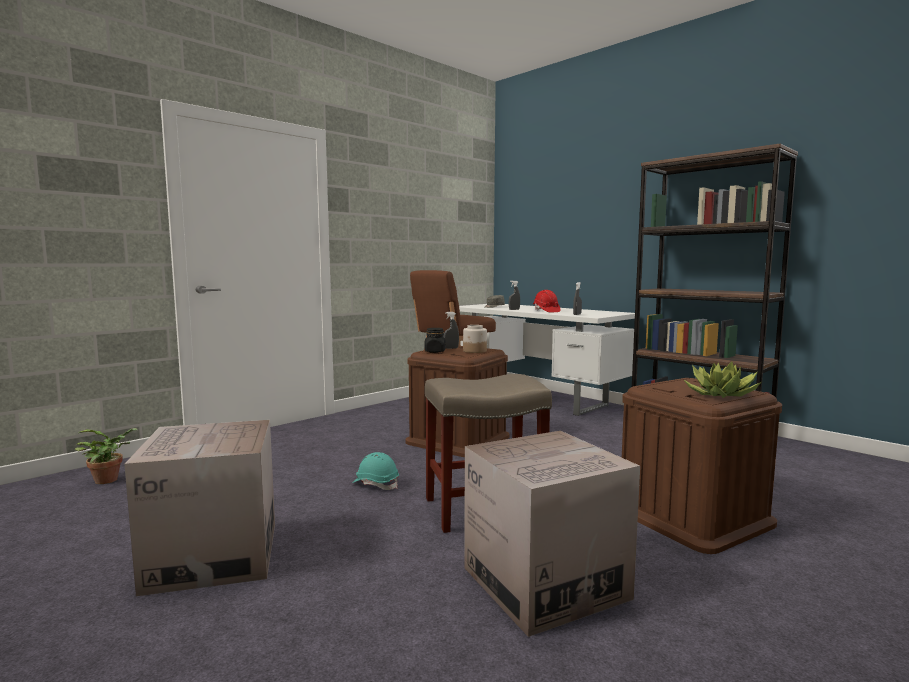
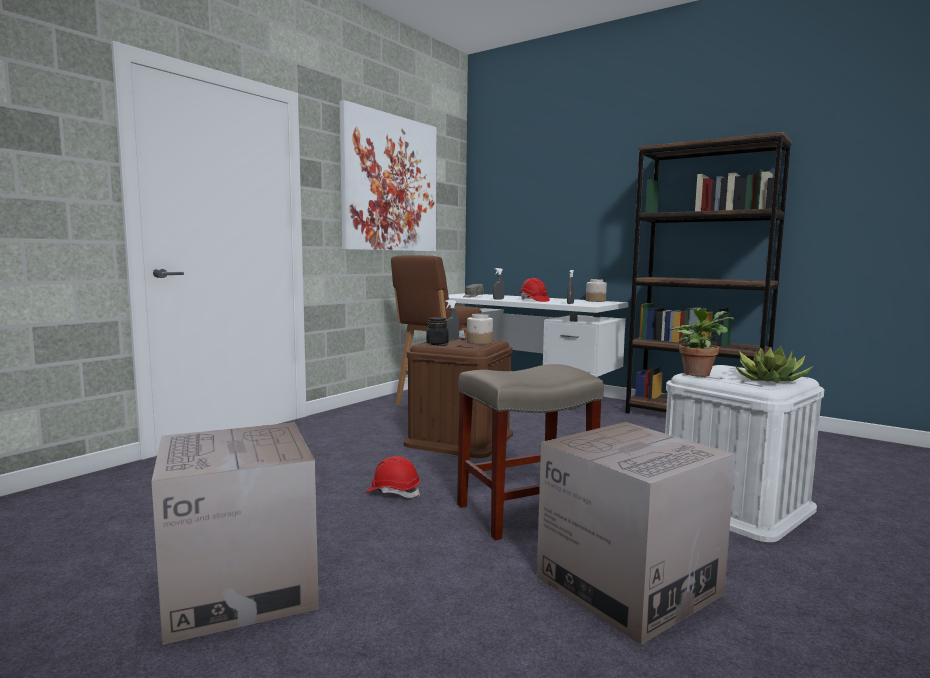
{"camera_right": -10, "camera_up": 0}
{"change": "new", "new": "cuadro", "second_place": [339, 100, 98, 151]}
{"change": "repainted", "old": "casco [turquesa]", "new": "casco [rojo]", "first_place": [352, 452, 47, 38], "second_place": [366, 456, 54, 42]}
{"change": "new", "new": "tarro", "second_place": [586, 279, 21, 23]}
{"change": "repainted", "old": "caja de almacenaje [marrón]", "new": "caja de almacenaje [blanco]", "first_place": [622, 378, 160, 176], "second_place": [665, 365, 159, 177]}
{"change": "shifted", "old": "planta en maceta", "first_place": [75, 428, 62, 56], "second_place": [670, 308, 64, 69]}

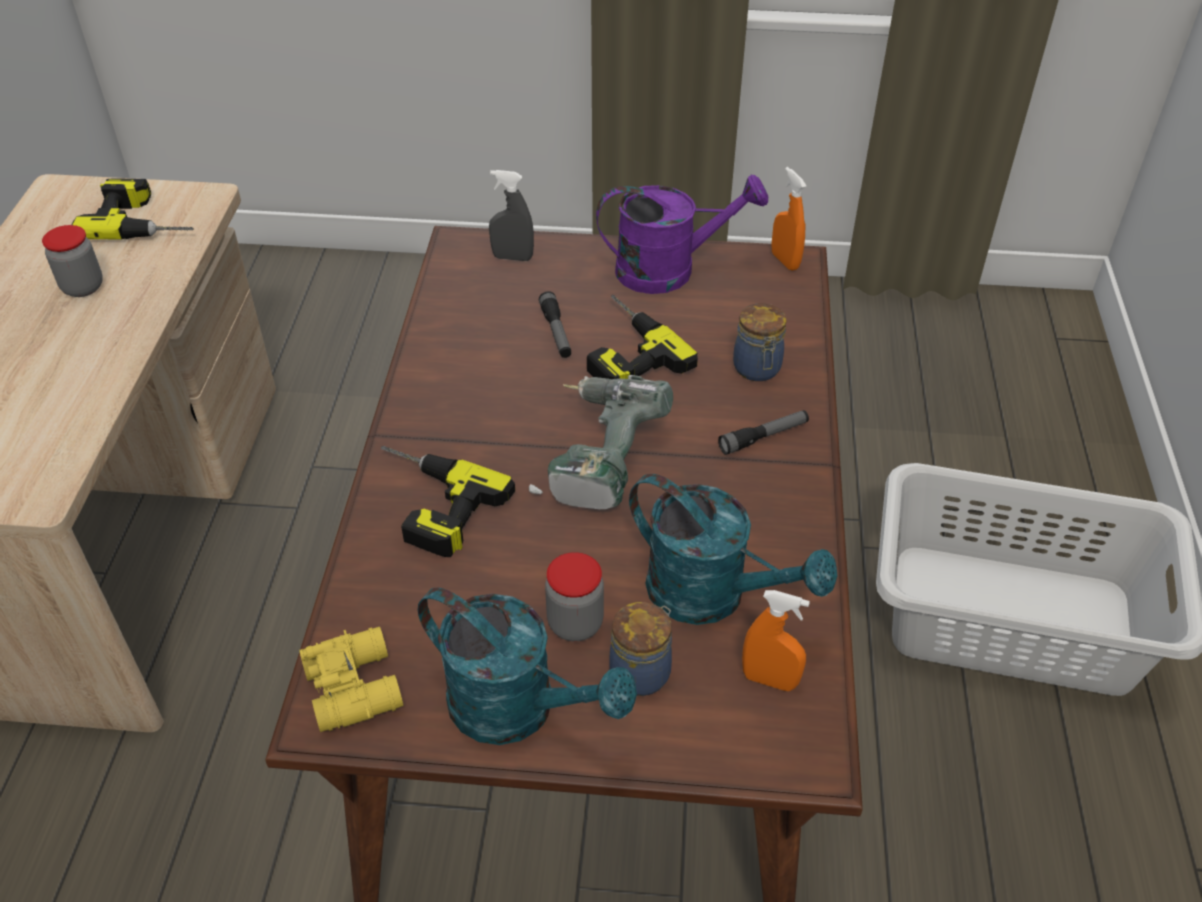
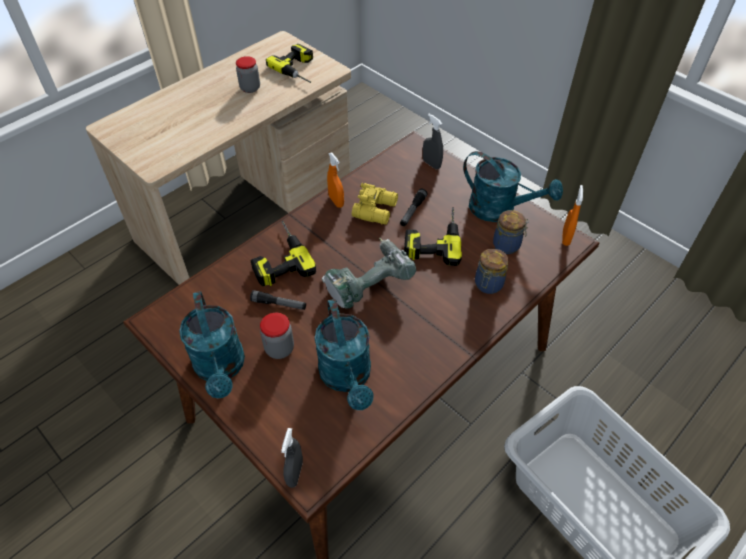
{"camera_right": 40, "camera_up": 5}
{"change": "shifted", "old": "linterna", "first_place": [718, 410, 91, 45], "second_place": [250, 290, 56, 20]}
{"change": "new", "new": "pulverizador [gris]", "second_place": [281, 428, 22, 60]}
{"change": "shifted", "old": "pulverizador [naranja]", "first_place": [742, 590, 68, 101], "second_place": [327, 152, 17, 56]}
{"change": "shifted", "old": "prismáticos [amarillo]", "first_place": [299, 627, 104, 105], "second_place": [352, 183, 46, 42]}
{"change": "repainted", "old": "regadera [morado]", "new": "regadera [turquesa]", "first_place": [596, 175, 172, 119], "second_place": [463, 151, 100, 71]}
{"change": "shifted", "old": "tarro", "first_place": [609, 602, 63, 94], "second_place": [493, 210, 36, 44]}

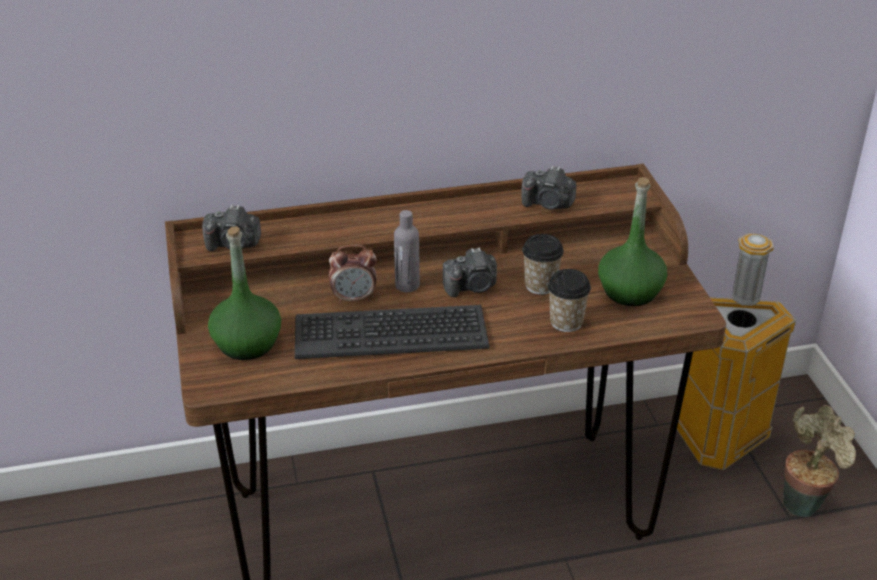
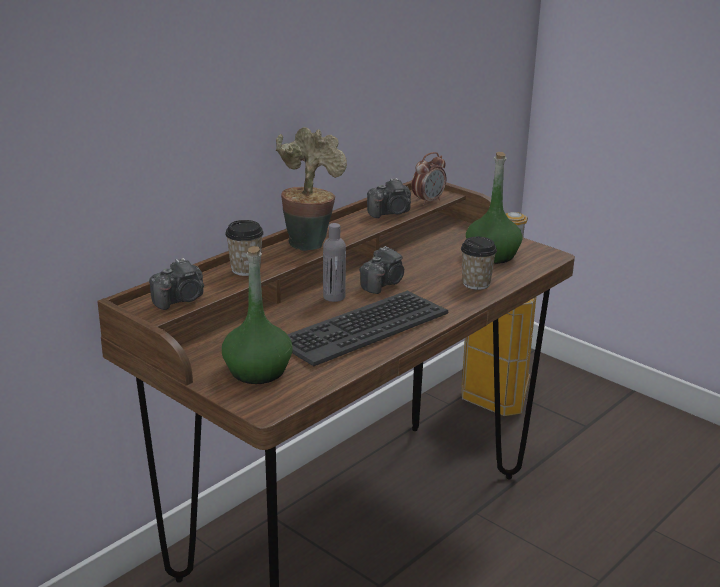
{"camera_right": -35, "camera_up": -10}
{"change": "shifted", "old": "taza", "first_place": [522, 234, 42, 61], "second_place": [225, 220, 39, 56]}
{"change": "shifted", "old": "planta en maceta", "first_place": [783, 405, 73, 112], "second_place": [276, 127, 71, 124]}
{"change": "shifted", "old": "despertador", "first_place": [329, 245, 48, 59], "second_place": [412, 152, 35, 53]}

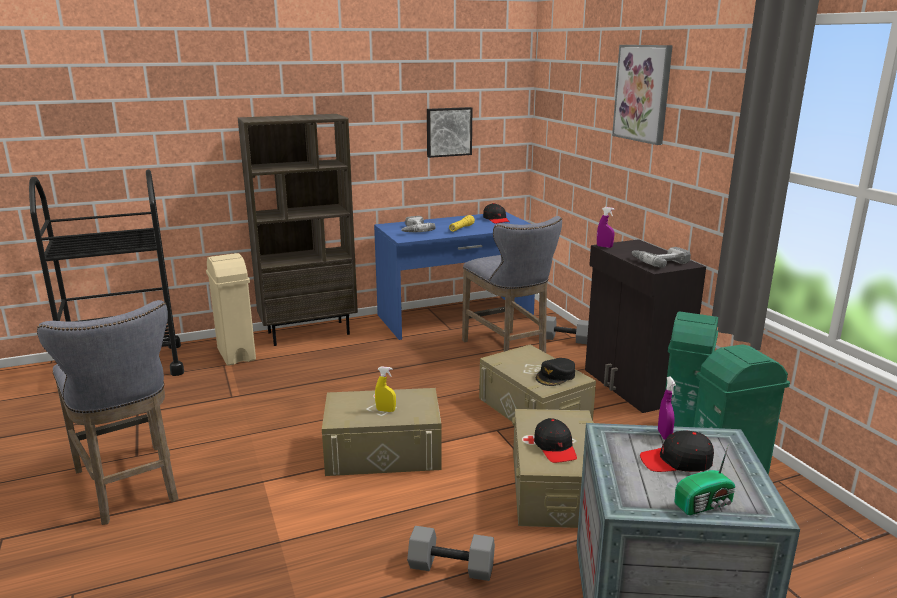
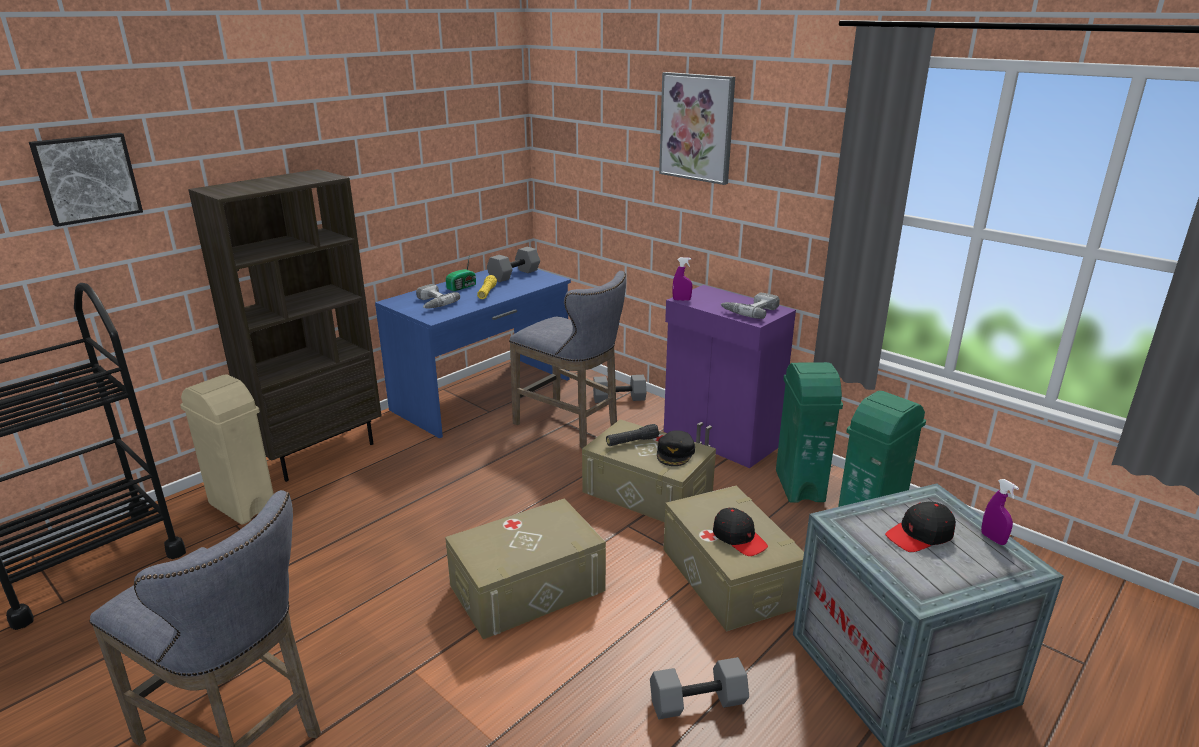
{"camera_right": -25, "camera_up": 5}
{"change": "shifted", "old": "cuadro", "first_place": [427, 107, 45, 51], "second_place": [29, 133, 114, 94]}
{"change": "shifted", "old": "radio", "first_place": [674, 443, 62, 72], "second_place": [446, 254, 30, 37]}
{"change": "swapped", "old": "gorra [negro]", "new": "mancuerna [gris]", "first_place": [483, 203, 27, 21], "second_place": [487, 247, 53, 35]}
{"change": "new", "new": "linterna [negro]", "second_place": [606, 424, 53, 22]}
{"change": "repainted", "old": "armario [negro]", "new": "armario [morado]", "first_place": [585, 239, 121, 174], "second_place": [664, 285, 132, 183]}
{"change": "shifted", "old": "pulverizador [morado]", "first_place": [658, 376, 18, 64], "second_place": [981, 479, 38, 66]}
{"change": "gone", "old": "pulverizador [amarillo]", "first_place": [375, 366, 21, 46]}

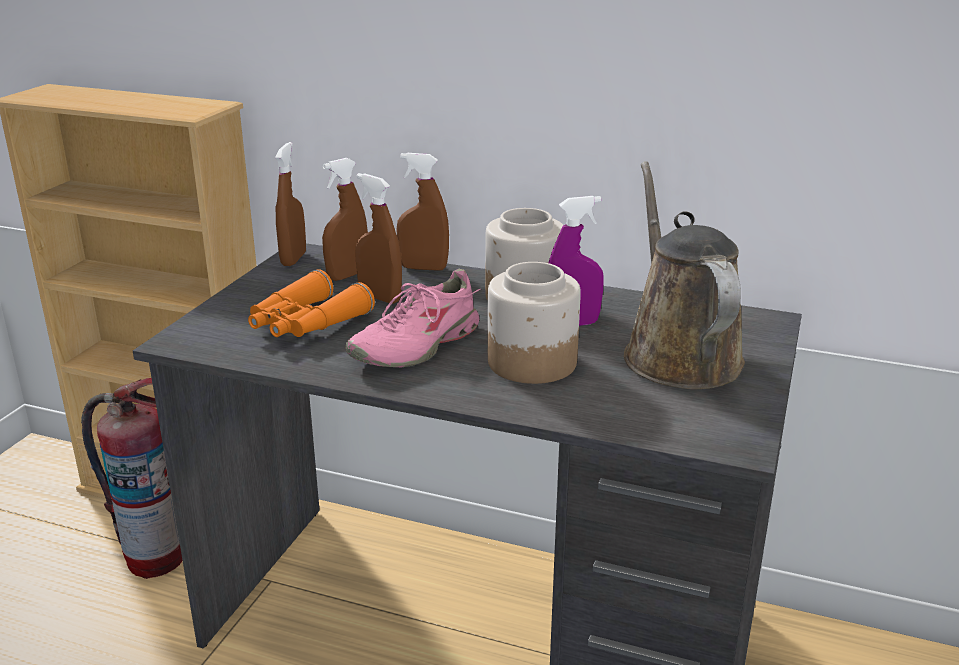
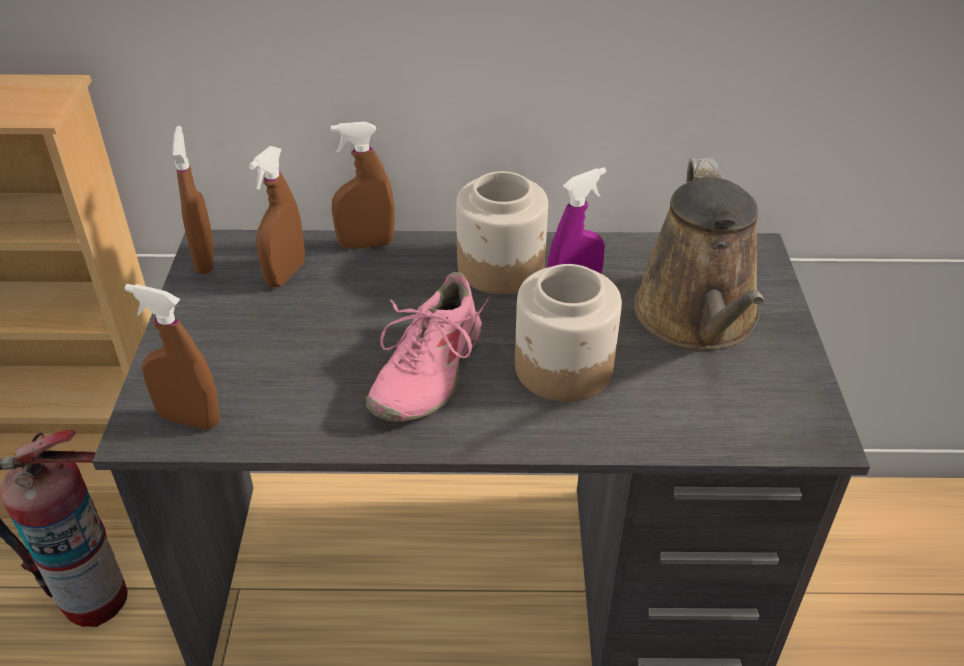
{"camera_right": -20, "camera_up": 15}
{"change": "shifted", "old": "pulverizador [marrón]", "first_place": [355, 173, 47, 131], "second_place": [125, 284, 95, 146]}
{"change": "rotated", "old": "regadera [marrón]", "first_place": [624, 161, 121, 228], "second_place": [634, 158, 130, 192], "degrees": -150}
{"change": "gone", "old": "prismáticos [naranja]", "first_place": [248, 269, 127, 68]}

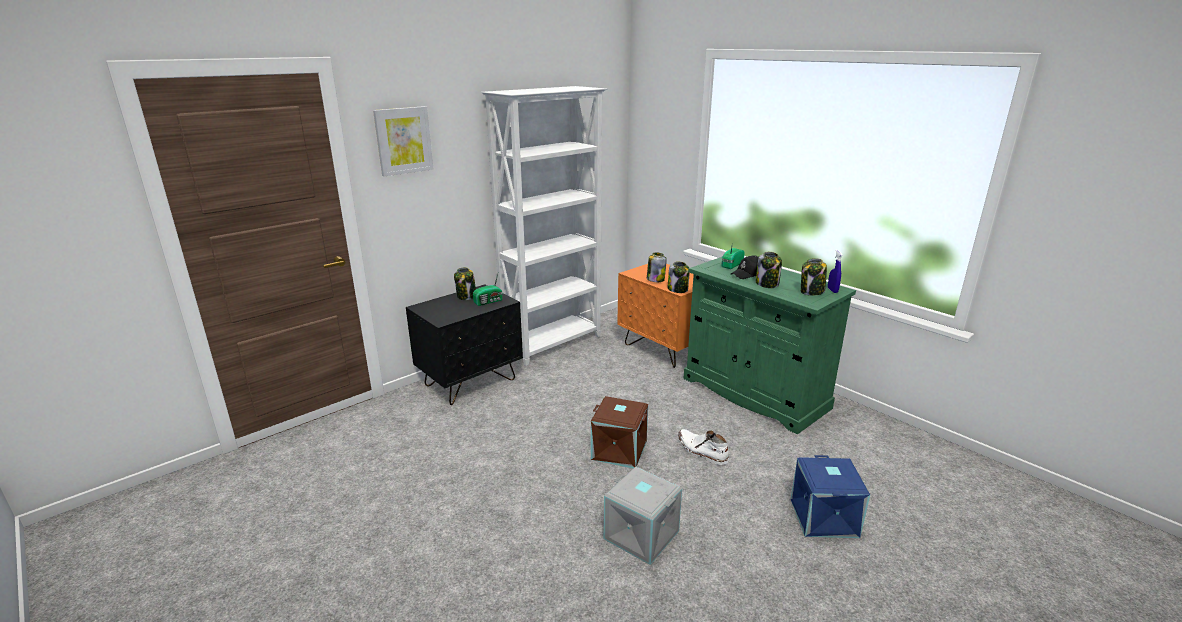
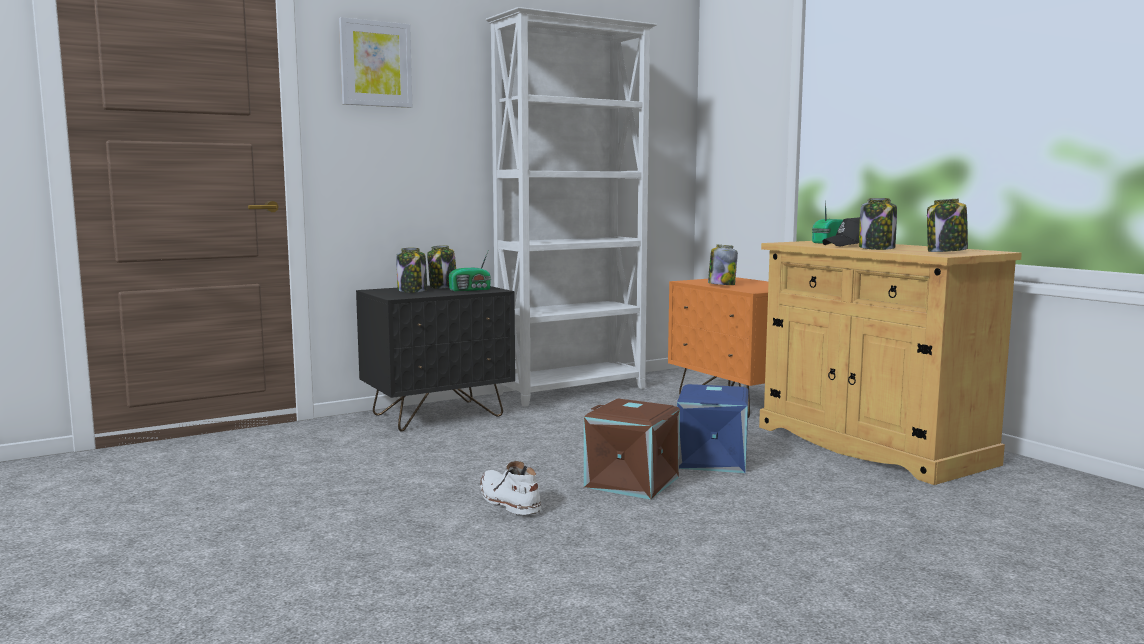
{"camera_right": 10, "camera_up": -15}
{"change": "shifted", "old": "tarro", "first_place": [668, 261, 22, 32], "second_place": [396, 247, 31, 46]}
{"change": "shifted", "old": "bota [blanco]", "first_place": [678, 429, 51, 36], "second_place": [480, 461, 61, 54]}
{"change": "shifted", "old": "caja de almacenaje [azul]", "first_place": [791, 455, 79, 83], "second_place": [677, 384, 72, 89]}
{"change": "repainted", "old": "armario [verde]", "new": "armario [beis]", "first_place": [683, 256, 173, 178], "second_place": [759, 241, 263, 244]}
{"change": "gone", "old": "caja de almacenaje [gris]", "first_place": [603, 467, 79, 98]}
{"change": "gone", "old": "pulverizador [azul]", "first_place": [828, 250, 15, 43]}

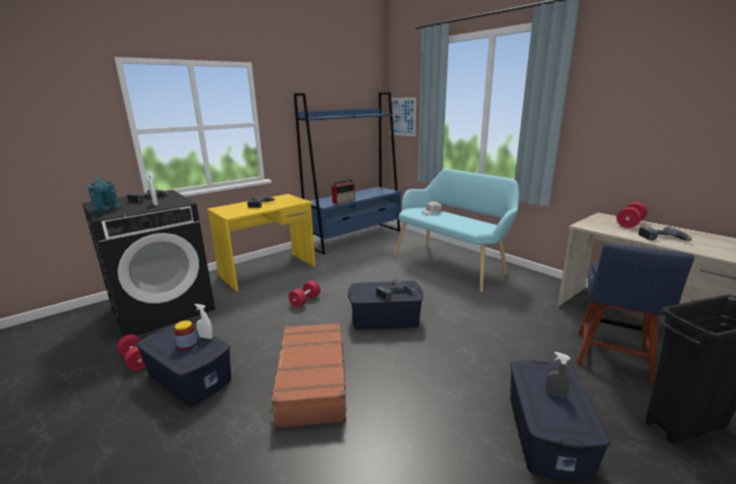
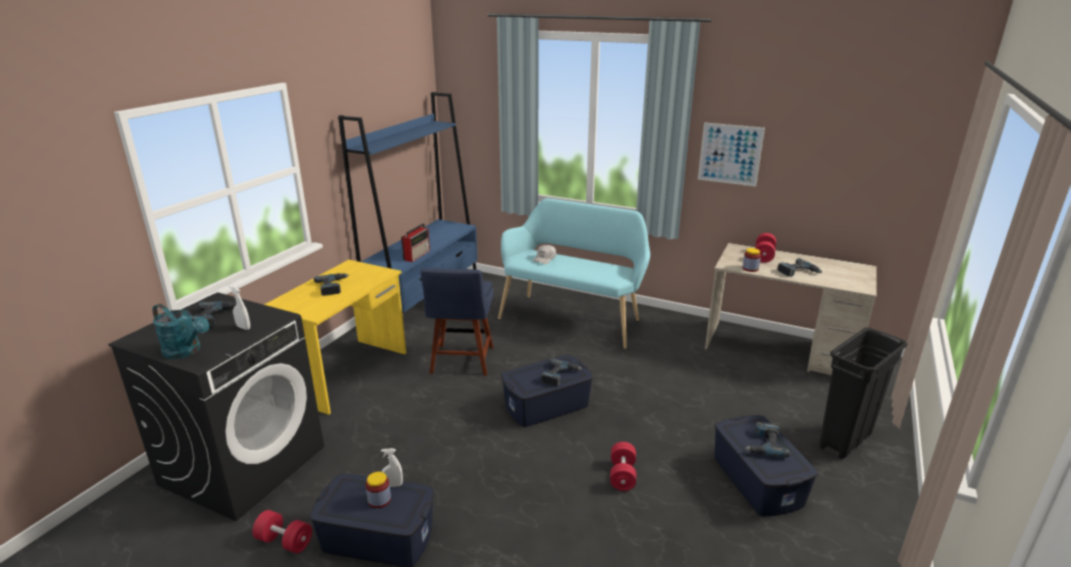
{"camera_right": -25, "camera_up": 5}
{"change": "shifted", "old": "silla [azul]", "first_place": [577, 243, 117, 141], "second_place": [421, 268, 73, 108]}
{"change": "shifted", "old": "mancuerna [rojo]", "first_place": [289, 280, 31, 28], "second_place": [610, 442, 26, 49]}
{"change": "shifted", "old": "cuadro", "first_place": [390, 97, 26, 39], "second_place": [698, 122, 67, 64]}
{"change": "new", "new": "tarro", "second_place": [743, 248, 18, 24]}
{"change": "swapped", "old": "pulverizador [gris]", "new": "taladro", "first_place": [546, 352, 25, 46], "second_place": [745, 422, 46, 35]}
{"change": "gone", "old": "maleta [marrón]", "first_place": [269, 323, 78, 105]}

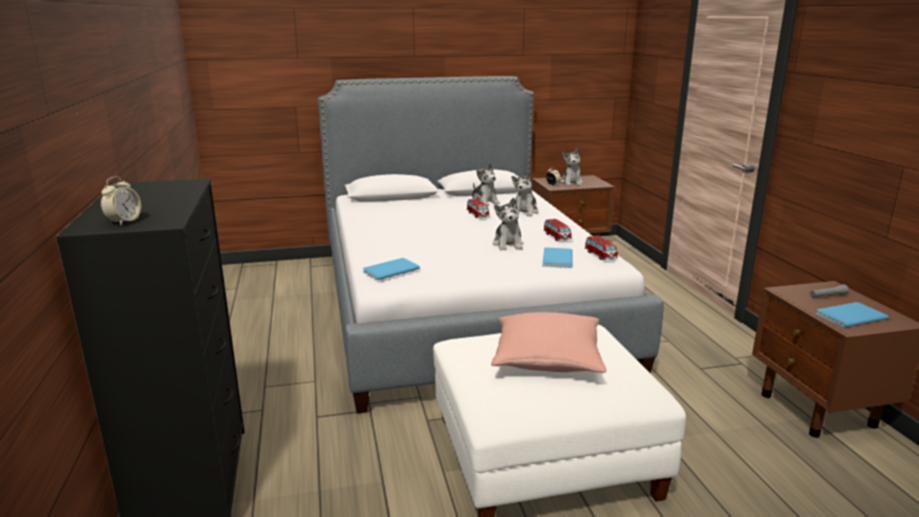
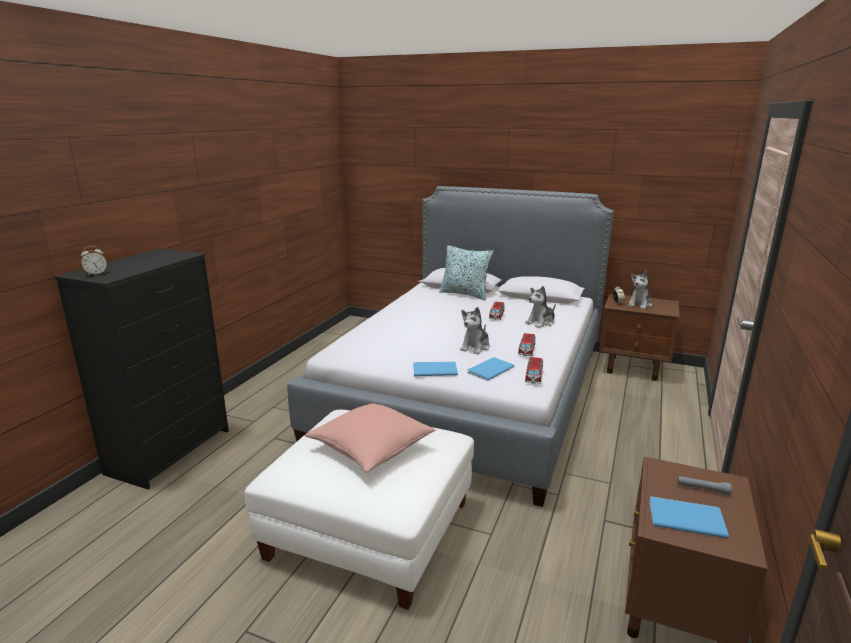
{"camera_right": 35, "camera_up": 0}
{"change": "shifted", "old": "libro [azul]", "first_place": [362, 258, 58, 22], "second_place": [413, 361, 45, 15]}
{"change": "new", "new": "cojín", "second_place": [439, 245, 55, 55]}
{"change": "gone", "old": "peluche", "first_place": [472, 163, 28, 43]}

